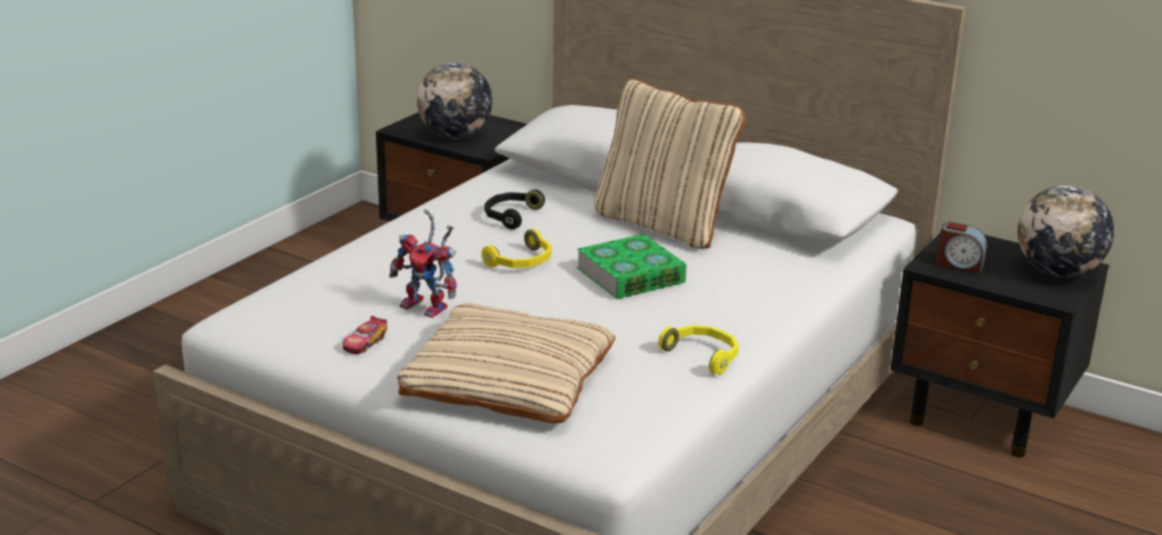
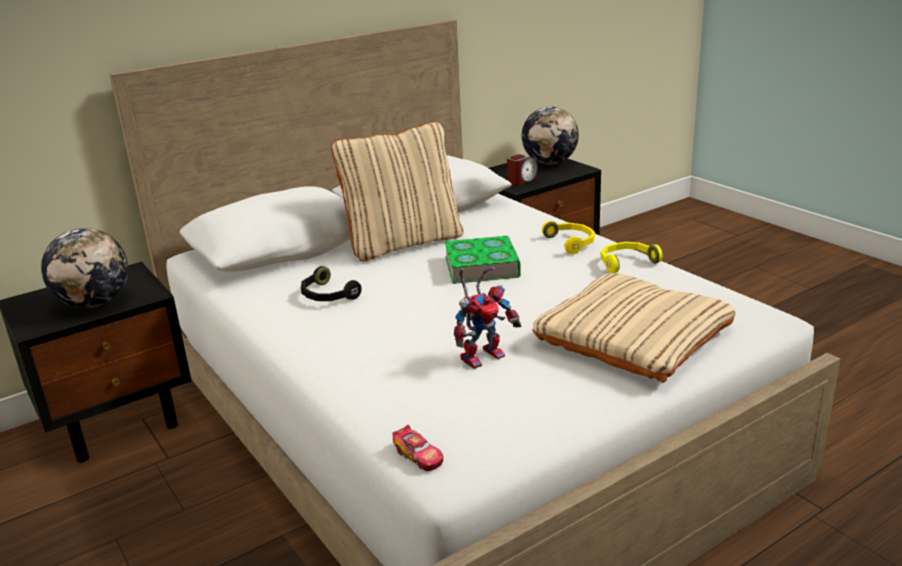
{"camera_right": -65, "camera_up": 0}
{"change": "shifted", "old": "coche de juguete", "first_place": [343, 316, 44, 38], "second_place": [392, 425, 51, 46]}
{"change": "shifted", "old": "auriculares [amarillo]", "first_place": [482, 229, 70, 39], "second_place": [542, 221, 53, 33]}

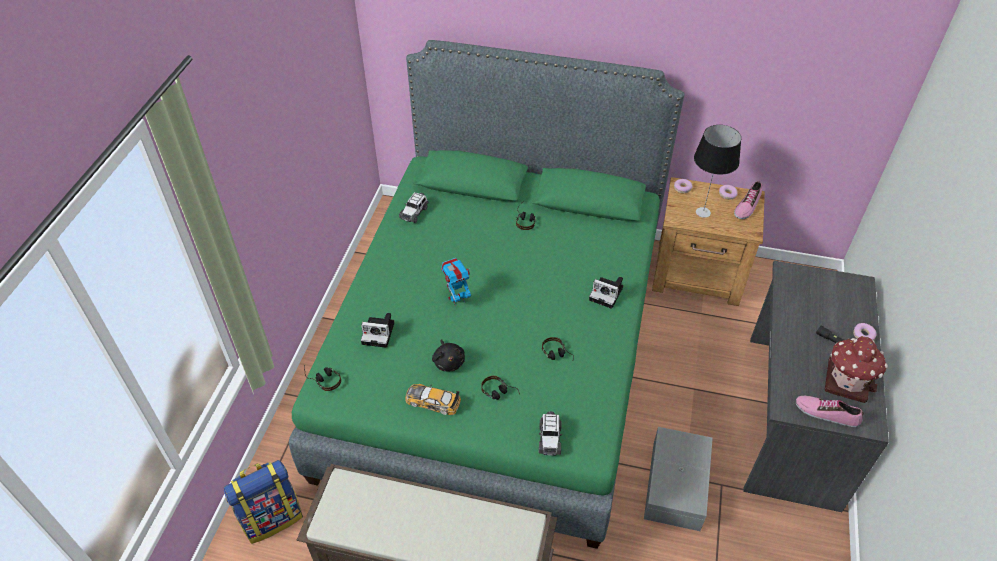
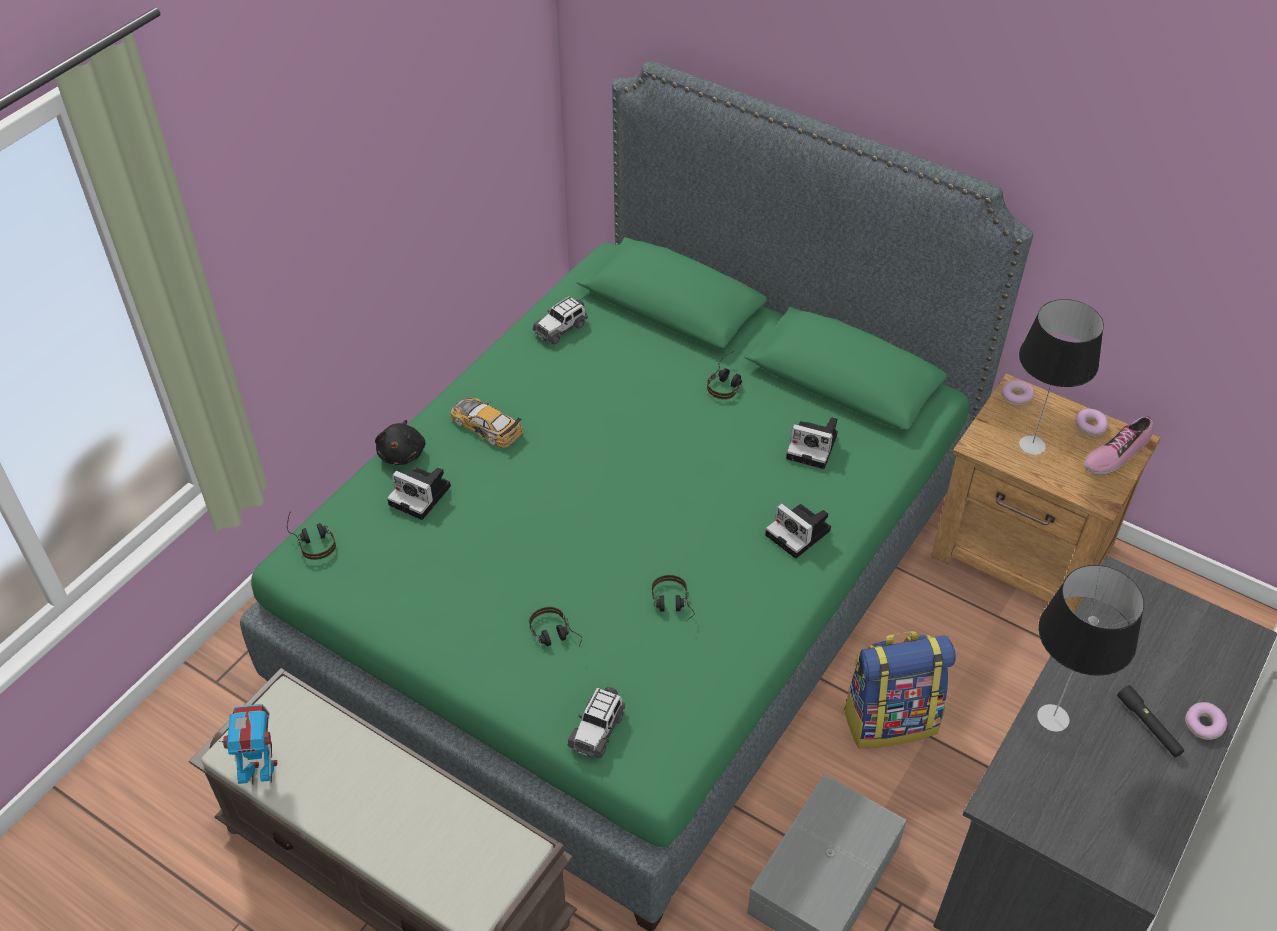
{"camera_right": 20, "camera_up": 0}
{"change": "shifted", "old": "robot de juguete", "first_place": [441, 258, 30, 48], "second_place": [219, 704, 58, 81]}
{"change": "shifted", "old": "peluche [negro]", "first_place": [432, 339, 33, 33], "second_place": [375, 420, 51, 45]}
{"change": "shifted", "old": "coche de juguete", "first_place": [405, 384, 56, 31], "second_place": [451, 397, 72, 51]}
{"change": "new", "new": "cámara", "second_place": [786, 417, 52, 52]}
{"change": "shifted", "old": "mochila", "first_place": [224, 460, 79, 84], "second_place": [843, 631, 113, 117]}
{"change": "new", "new": "lámpara de mesa", "second_place": [1037, 565, 107, 167]}
{"change": "gone", "old": "zapato", "first_place": [796, 396, 68, 31]}
{"change": "gone", "old": "casita", "first_place": [825, 336, 63, 67]}

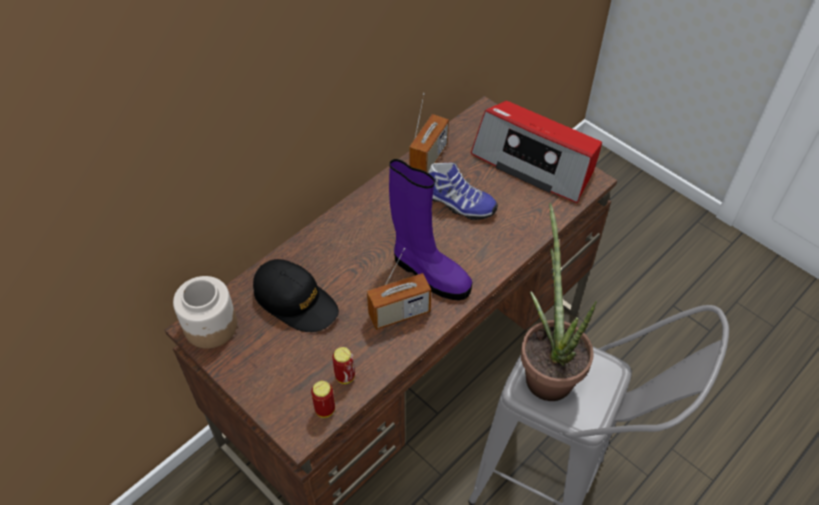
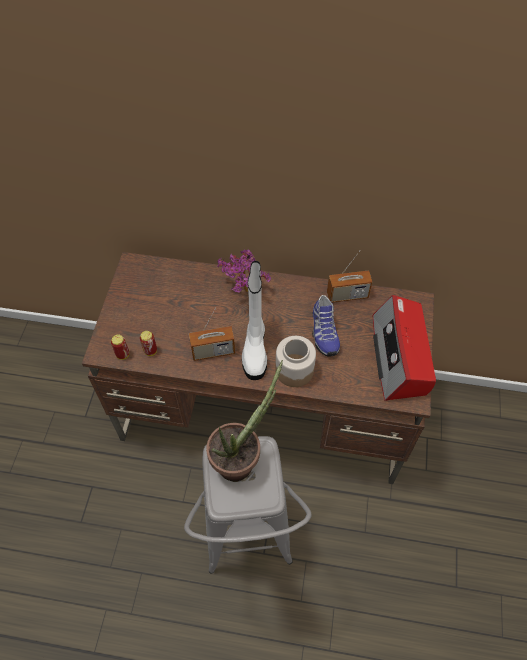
{"camera_right": 55, "camera_up": 5}
{"change": "rotated", "old": "radio", "first_place": [367, 248, 64, 82], "second_place": [189, 308, 46, 53], "degrees": -45}
{"change": "new", "new": "planta en maceta", "second_place": [217, 249, 54, 44]}
{"change": "repainted", "old": "bota [morado]", "new": "bota [blanco]", "first_place": [389, 159, 83, 142], "second_place": [242, 261, 25, 119]}
{"change": "shifted", "old": "tarro", "first_place": [173, 276, 64, 73], "second_place": [275, 336, 41, 51]}
{"change": "gone", "old": "gorra [negro]", "first_place": [253, 259, 86, 73]}

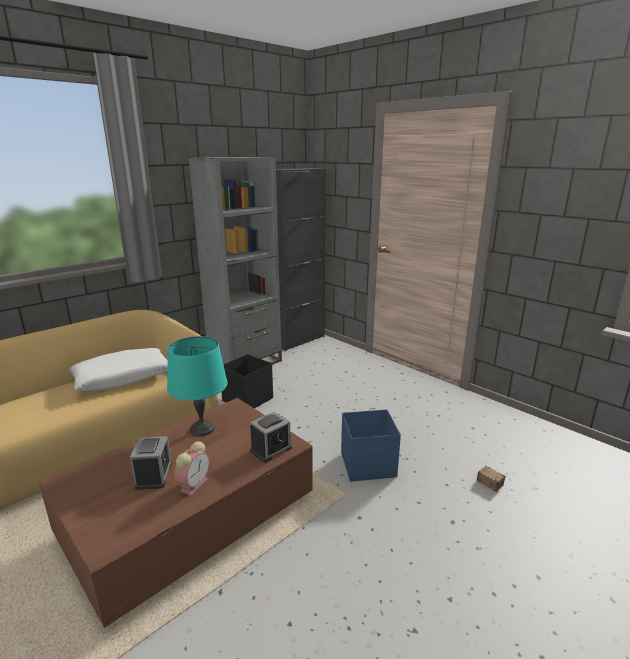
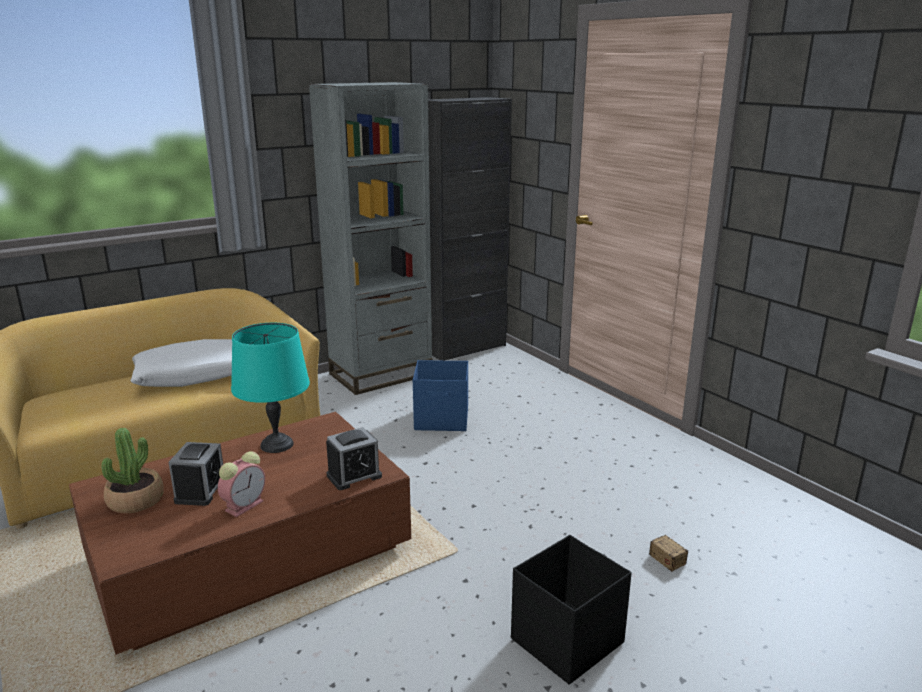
{"camera_right": 10, "camera_up": 0}
{"change": "new", "new": "planta en maceta", "second_place": [102, 428, 62, 85]}
{"change": "shifted", "old": "caja de almacenaje [azul]", "first_place": [341, 409, 60, 73], "second_place": [413, 360, 55, 71]}
{"change": "shifted", "old": "caja de almacenaje [negro]", "first_place": [222, 354, 51, 54], "second_place": [511, 535, 121, 150]}

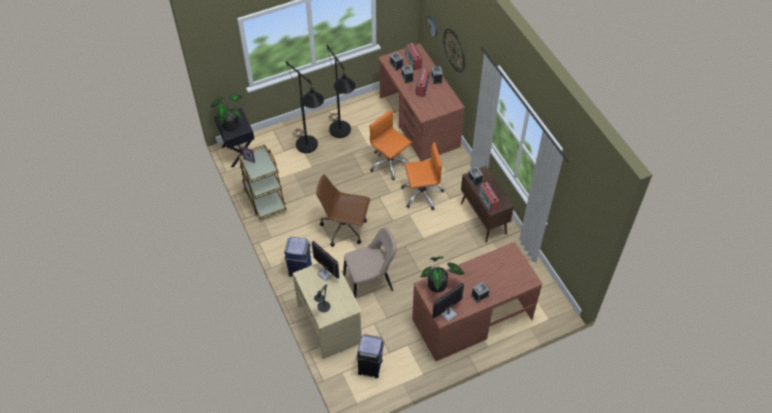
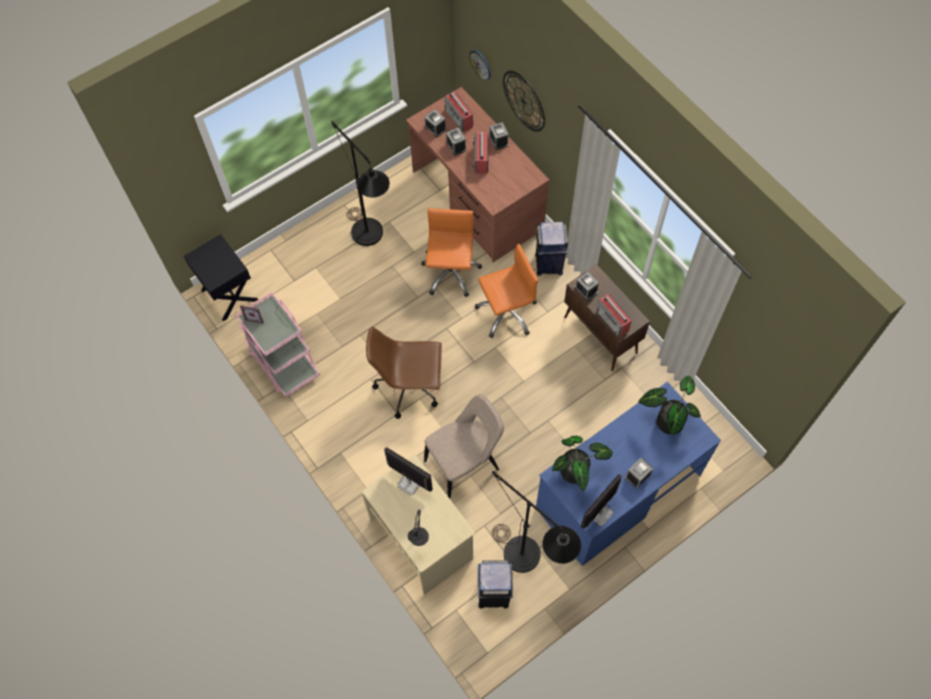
{"camera_right": -10, "camera_up": 10}
{"change": "repainted", "old": "carrito [marrón]", "new": "carrito [rosa]", "first_place": [238, 145, 48, 75], "second_place": [236, 292, 84, 105]}
{"change": "rotated", "old": "silla de oficina [naranja]", "first_place": [369, 109, 43, 72], "second_place": [421, 208, 61, 89], "degrees": 60}
{"change": "shifted", "old": "lámpara de pie [negro]", "first_place": [286, 61, 38, 92], "second_place": [492, 471, 89, 102]}
{"change": "shifted", "old": "papelera [azul]", "first_place": [284, 237, 28, 40], "second_place": [535, 222, 33, 54]}
{"change": "repainted", "old": "escritorio [marrón]", "new": "escritorio [azul]", "first_place": [412, 242, 131, 119], "second_place": [536, 382, 185, 184]}
{"change": "shifted", "old": "planta en maceta", "first_place": [211, 94, 31, 37], "second_place": [638, 376, 63, 59]}

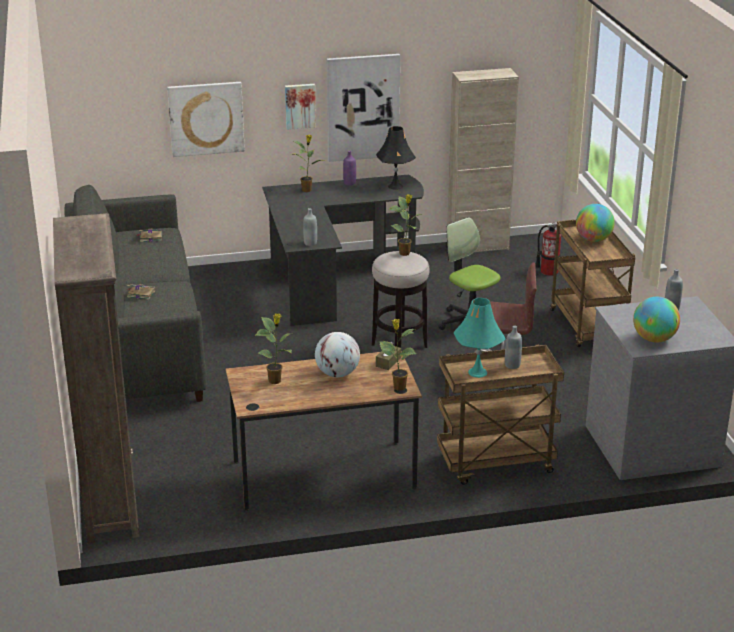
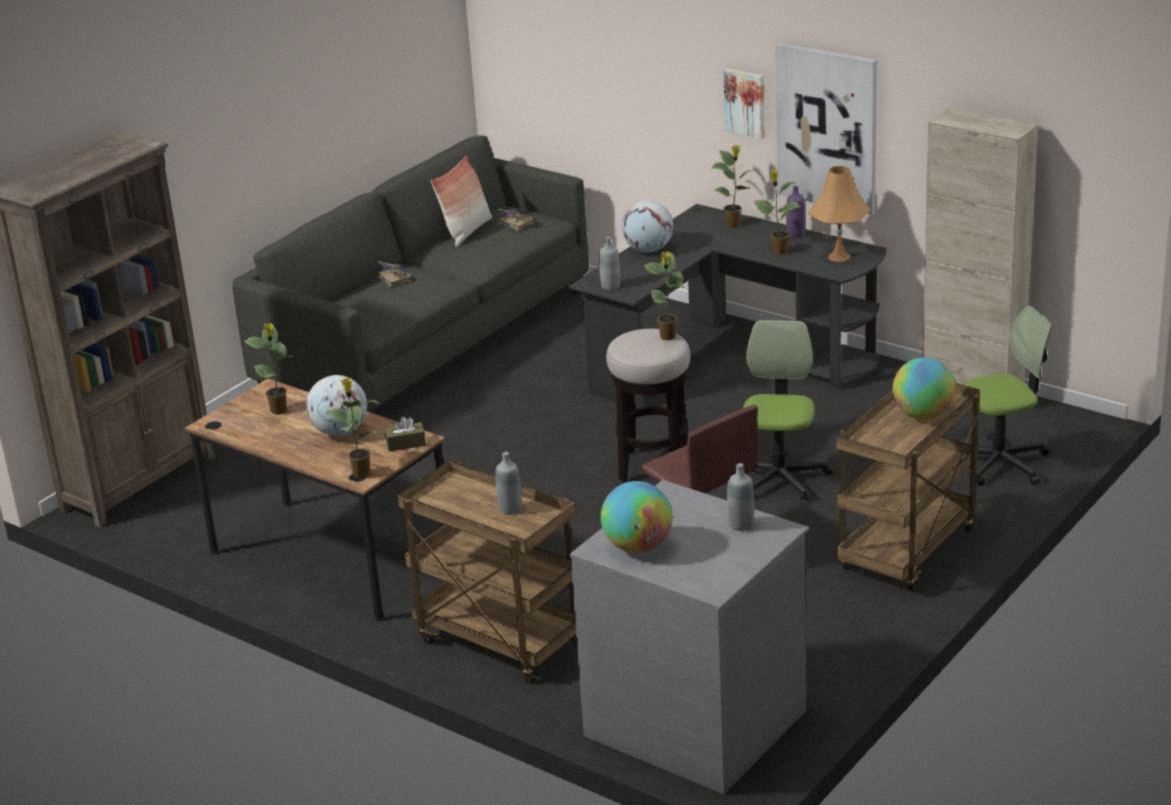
{"camera_right": 50, "camera_up": 0}
{"change": "new", "new": "cojín", "second_place": [430, 155, 62, 92]}
{"change": "new", "new": "globo terráqueo", "second_place": [622, 200, 51, 52]}
{"change": "new", "new": "planta en maceta", "second_place": [754, 170, 46, 85]}
{"change": "repainted", "old": "lámpara de mesa [negro]", "new": "lámpara de mesa [naranja]", "first_place": [376, 126, 40, 64], "second_place": [809, 166, 61, 96]}
{"change": "swapped", "old": "extintor", "new": "silla de oficina", "first_place": [536, 223, 25, 53], "second_place": [963, 306, 89, 180]}
{"change": "gone", "old": "cuadro", "first_place": [167, 82, 78, 75]}
{"change": "gone", "old": "lámpara de mesa [turquesa]", "first_place": [454, 298, 52, 80]}

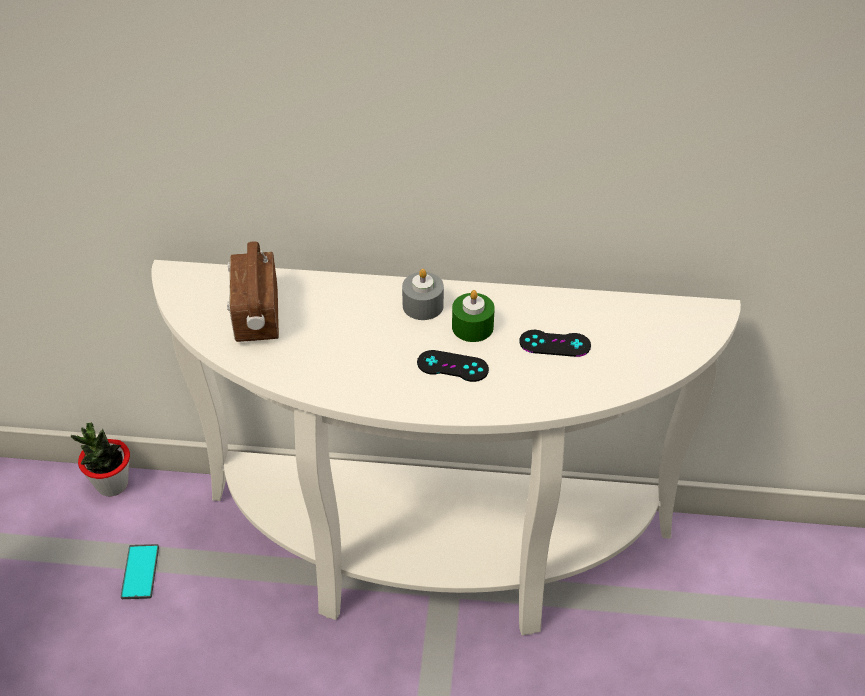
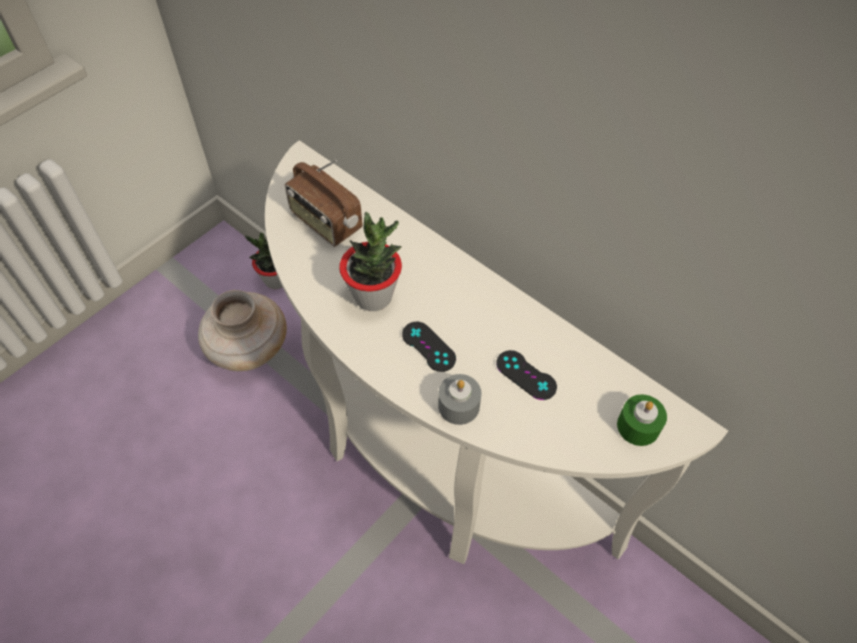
{"camera_right": 35, "camera_up": 10}
{"change": "swapped", "old": "móvil", "new": "florero [beis]", "first_place": [121, 544, 38, 55], "second_place": [198, 290, 89, 81]}
{"change": "rotated", "old": "radio", "first_place": [227, 241, 52, 101], "second_place": [285, 160, 77, 87], "degrees": -75}
{"change": "new", "new": "planta en maceta", "second_place": [339, 212, 63, 99]}
{"change": "shifted", "old": "vela [gris]", "first_place": [402, 269, 42, 51], "second_place": [438, 374, 44, 51]}
{"change": "shifted", "old": "vela [verde]", "first_place": [452, 290, 43, 52], "second_place": [617, 394, 50, 52]}

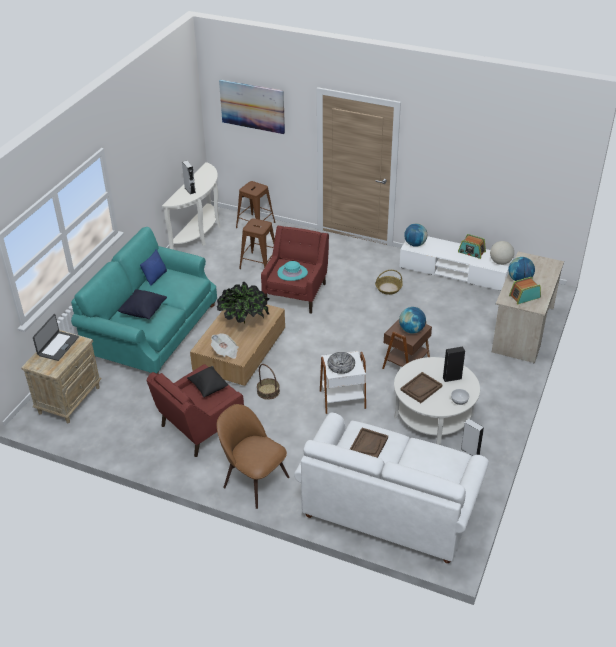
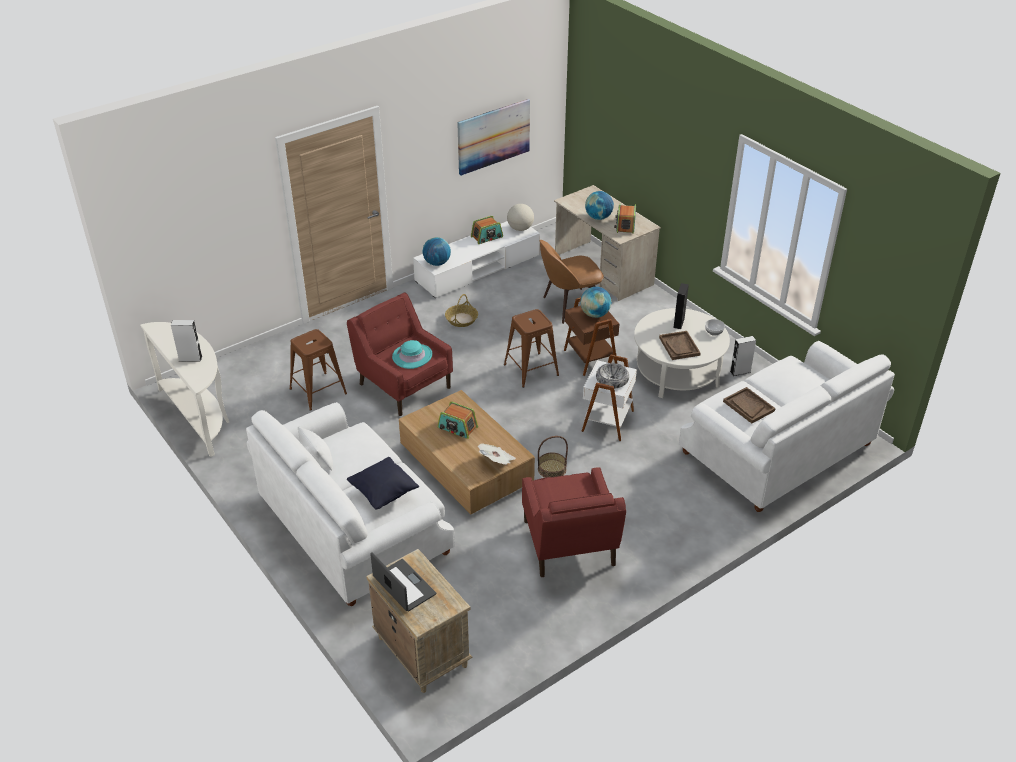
{"camera_right": -60, "camera_up": 0}
{"change": "repainted", "old": "sofá [turquesa]", "new": "sofá [blanco]", "first_place": [71, 227, 146, 147], "second_place": [246, 402, 209, 204]}
{"change": "repainted", "old": "cojín [azul]", "new": "cojín [blanco]", "first_place": [140, 249, 27, 37], "second_place": [298, 427, 35, 44]}
{"change": "swapped", "old": "planta en maceta", "new": "radio", "first_place": [217, 282, 53, 42], "second_place": [437, 401, 41, 38]}
{"change": "shifted", "old": "cuadro", "first_place": [219, 79, 66, 55], "second_place": [457, 99, 73, 77]}
{"change": "shifted", "old": "taburete [marrón]", "first_place": [236, 181, 39, 47], "second_place": [504, 309, 55, 79]}
{"change": "shifted", "old": "silla [marrón]", "first_place": [217, 404, 73, 105], "second_place": [540, 240, 64, 84]}
{"change": "gone", "old": "cojín [negro]", "first_place": [187, 366, 41, 31]}

